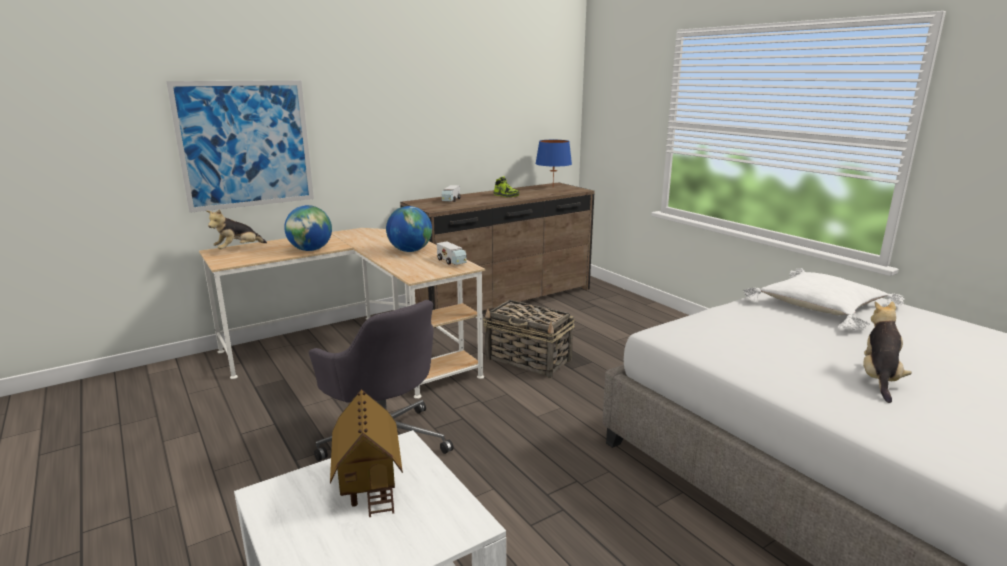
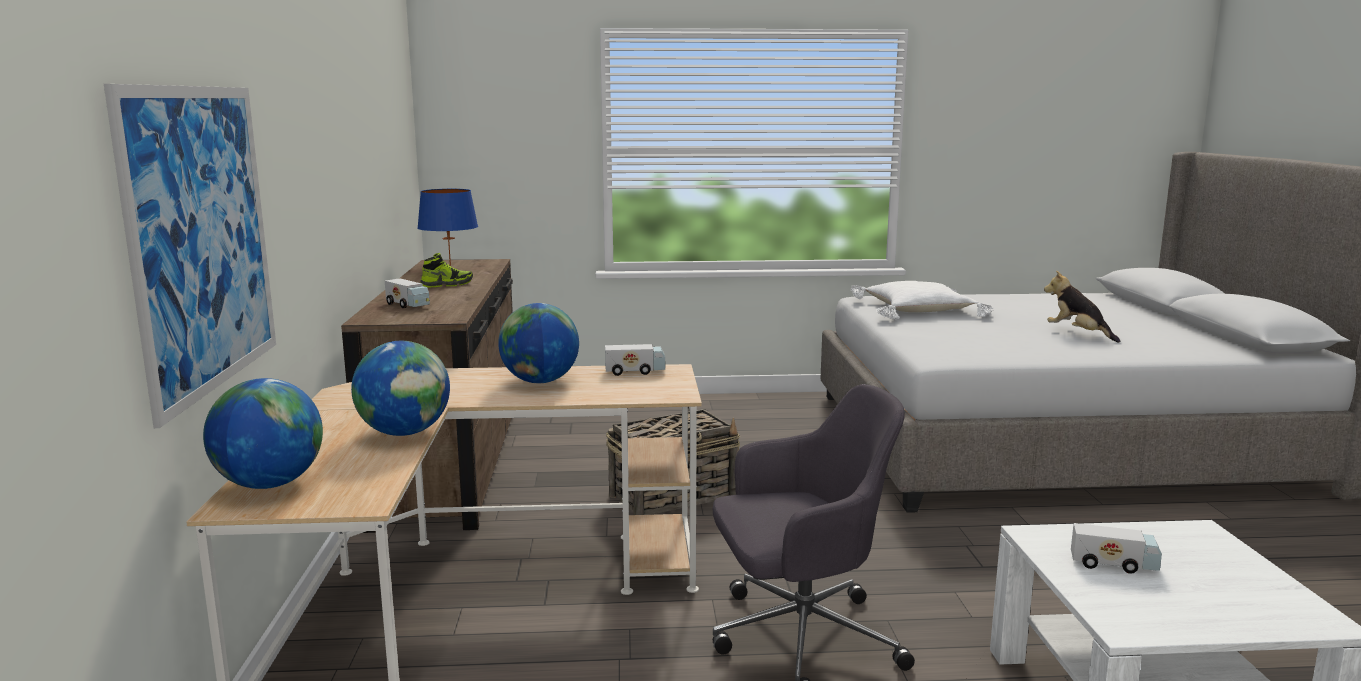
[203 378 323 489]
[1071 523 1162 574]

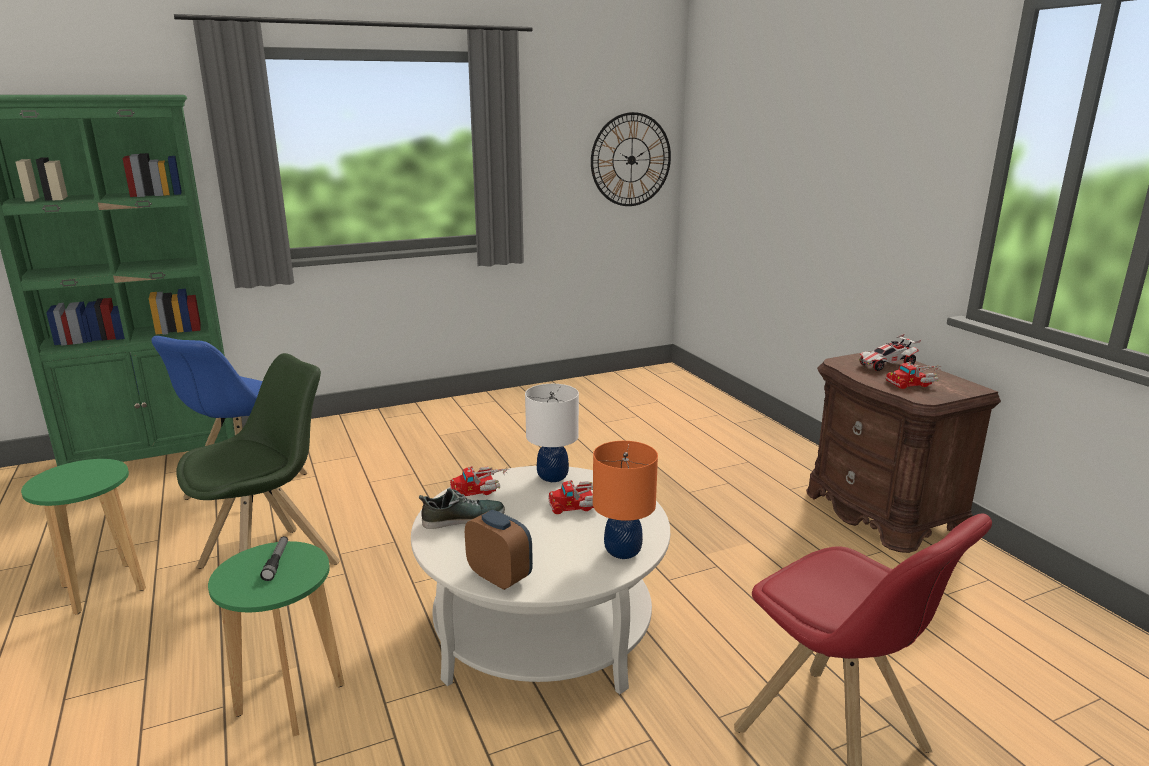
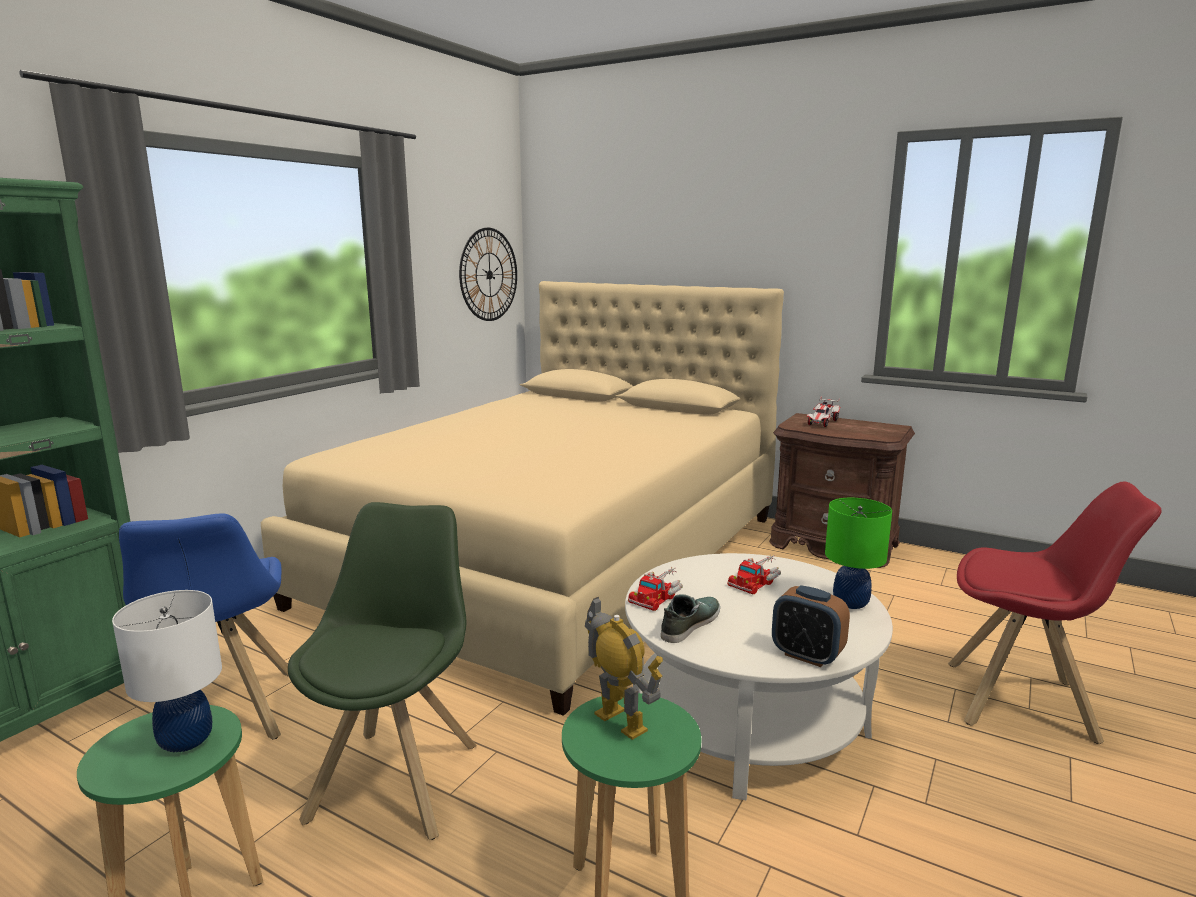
[585 597 663 740]
[772 585 850 667]
[112 590 222 752]
[825 498 892 609]
[886 362 941 389] (first image)
[261 281 784 716]

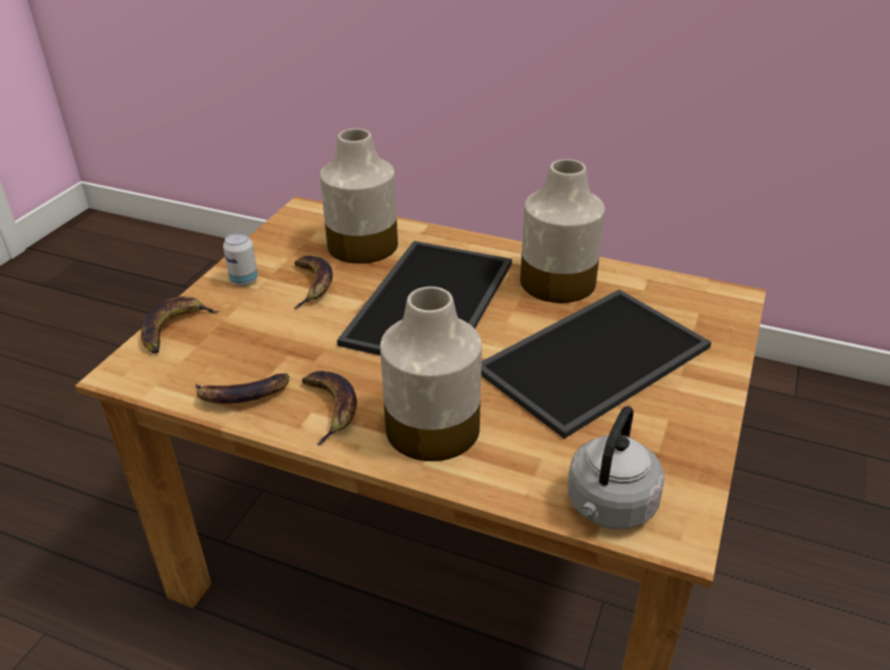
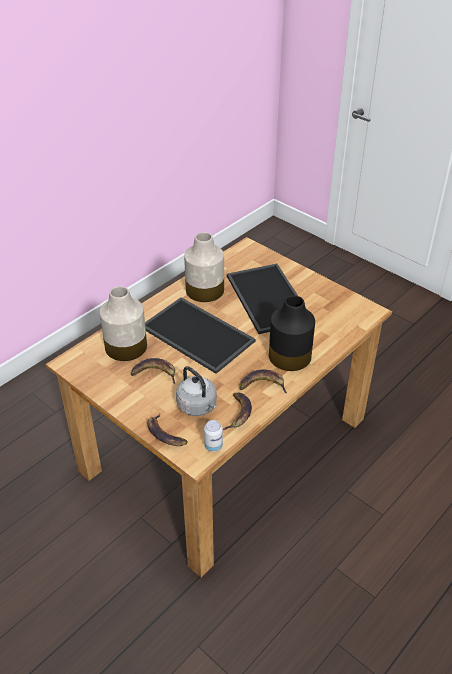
[204 420 223 452]
[269 296 315 371]
[176 366 217 416]

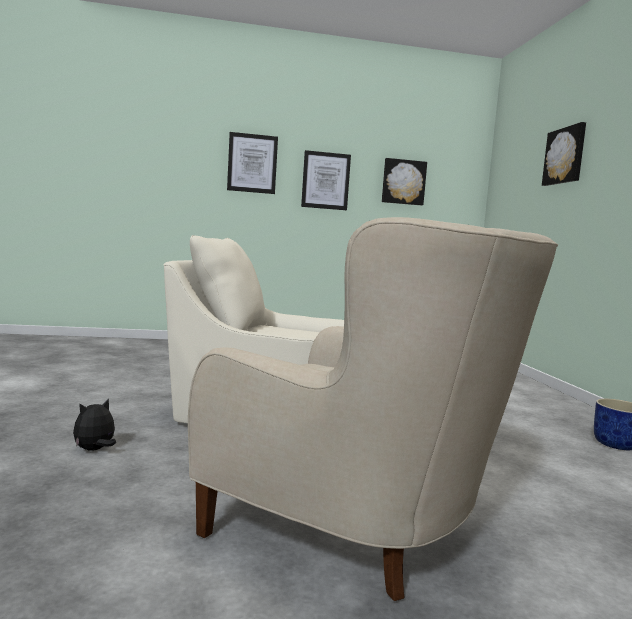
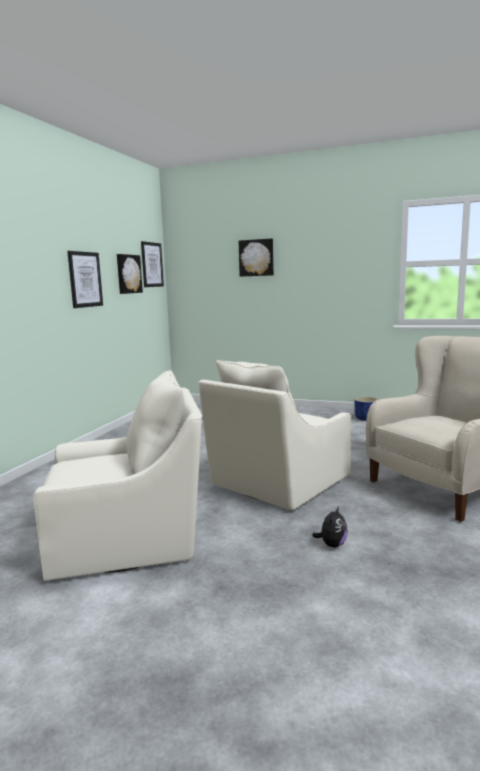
[312 506 348 548]
[141 241 164 287]
[33 370 202 581]

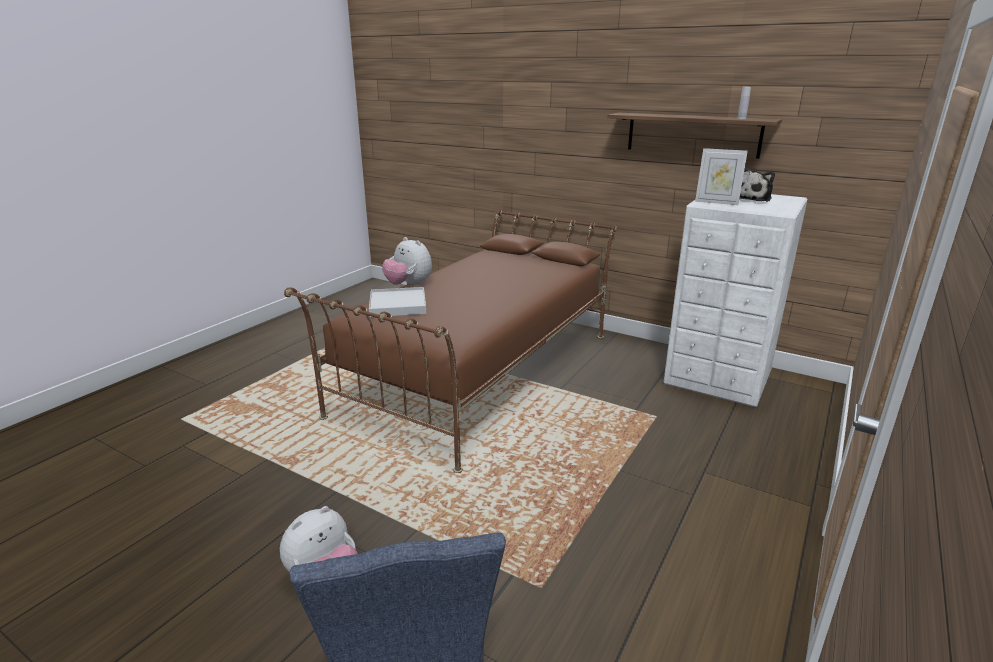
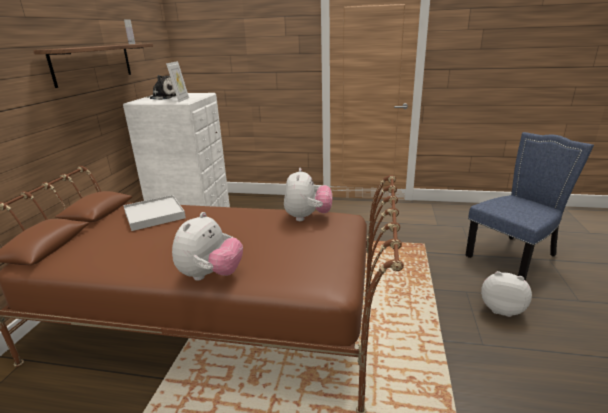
[123 195 186 231]
[284 168 332 221]

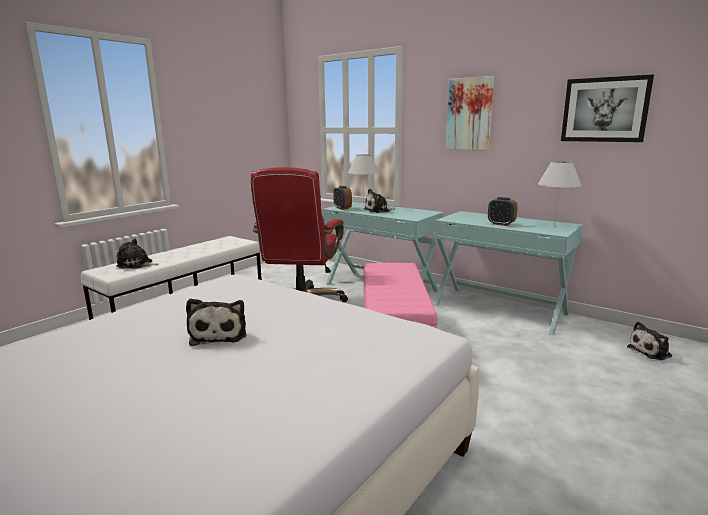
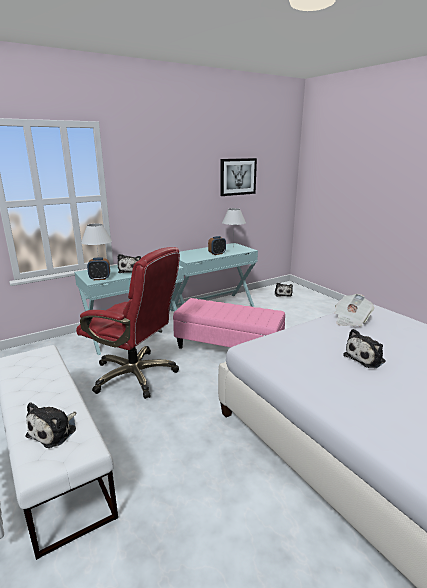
[343 329 386 368]
[446 76 494 151] (first image)
[335 294 374 326]

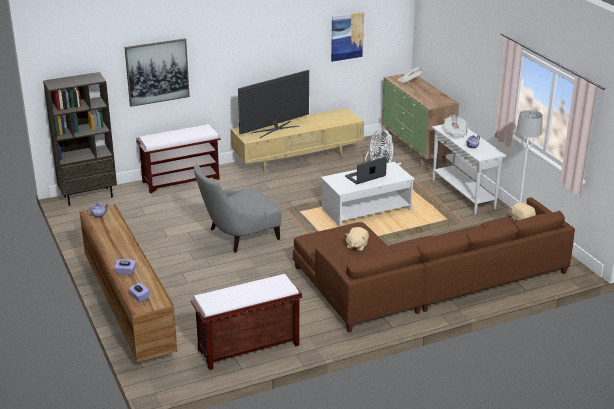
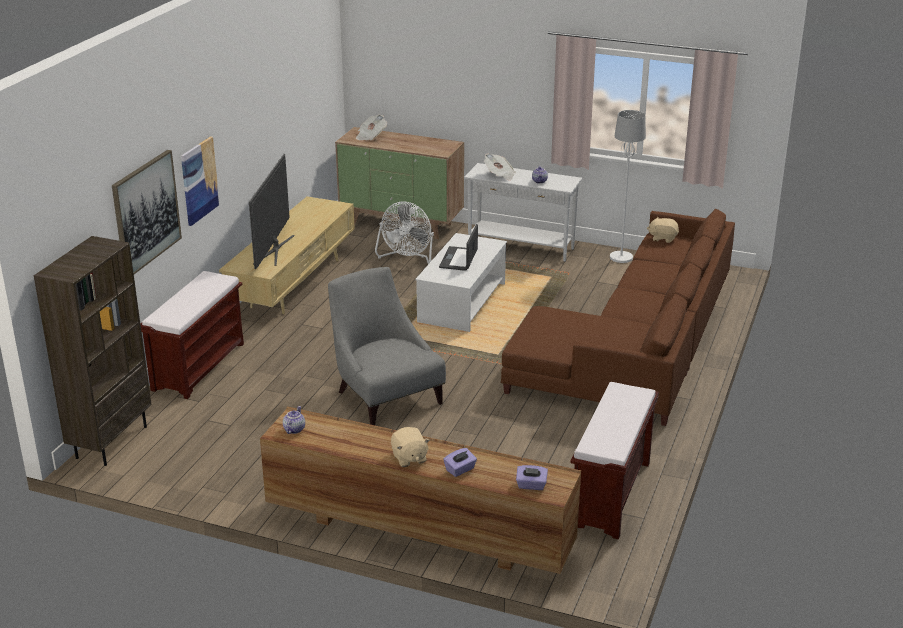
[328 267 446 425]
[181 136 220 226]
[391 427 430 467]

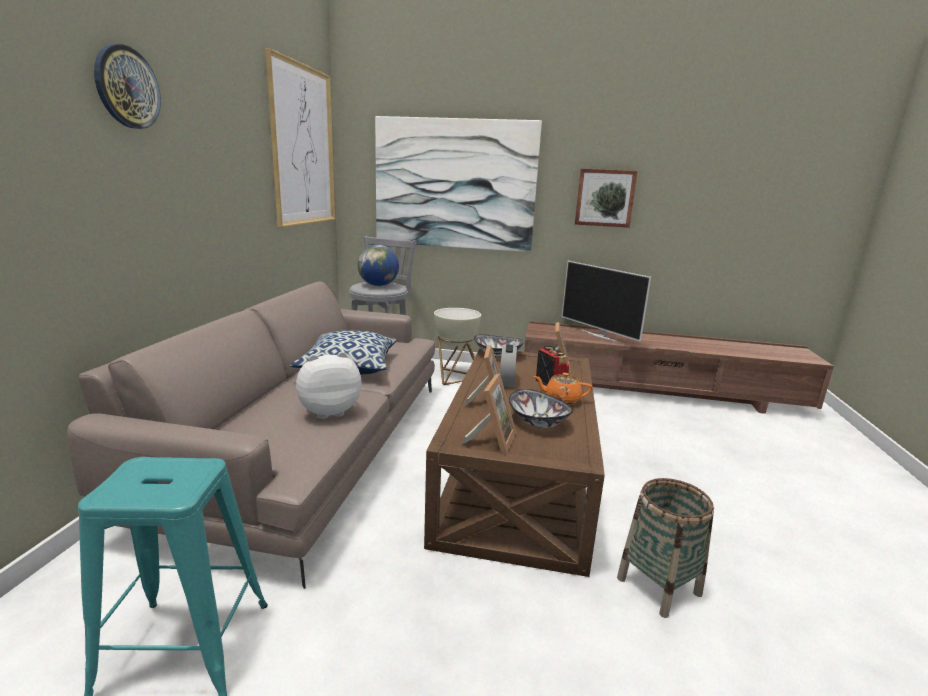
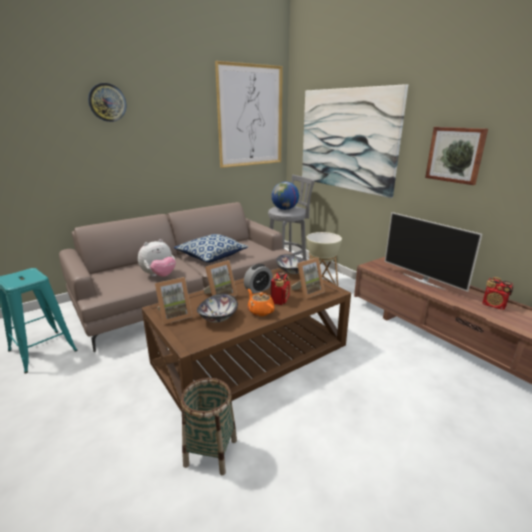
[138 239 176 277]
[385 212 482 292]
[482 277 514 310]

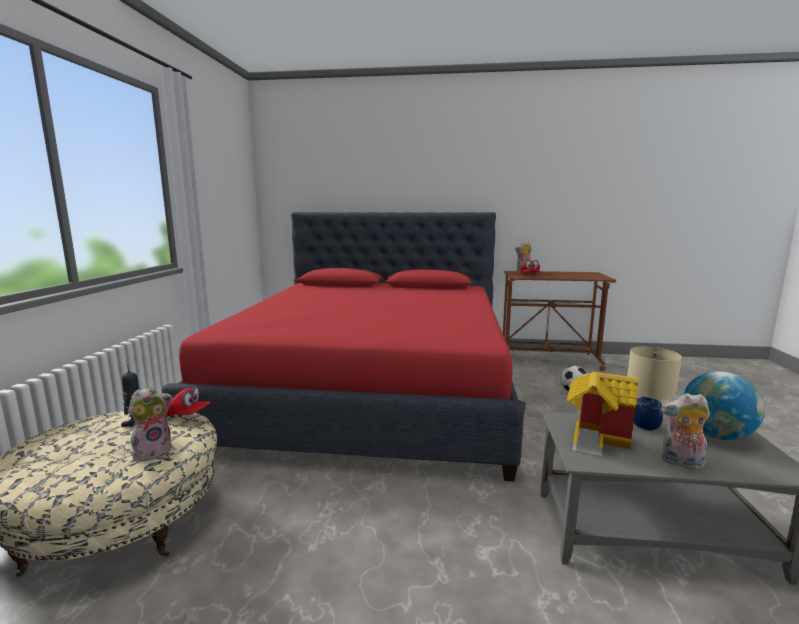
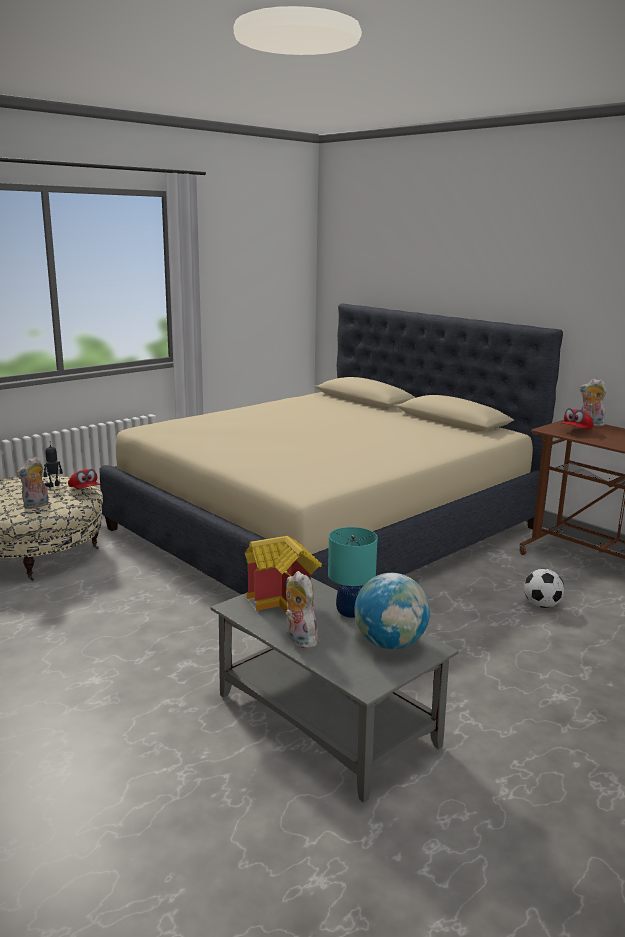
[16 457 49 509]
[99 304 563 595]
[328 527 378 618]

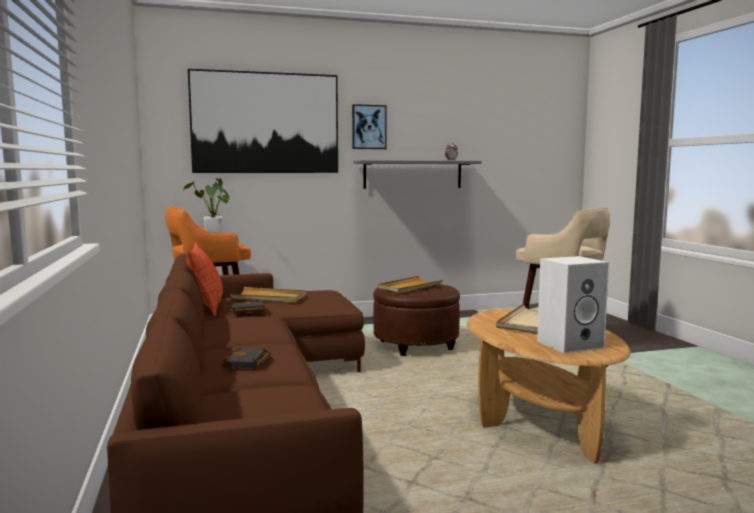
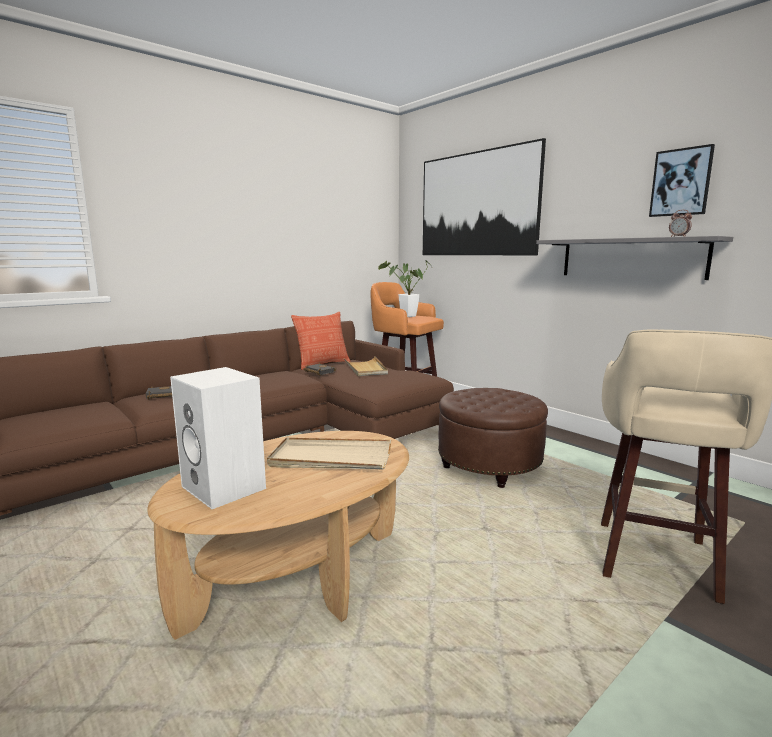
[649 144 715 217]
[377 276 443 293] (first image)

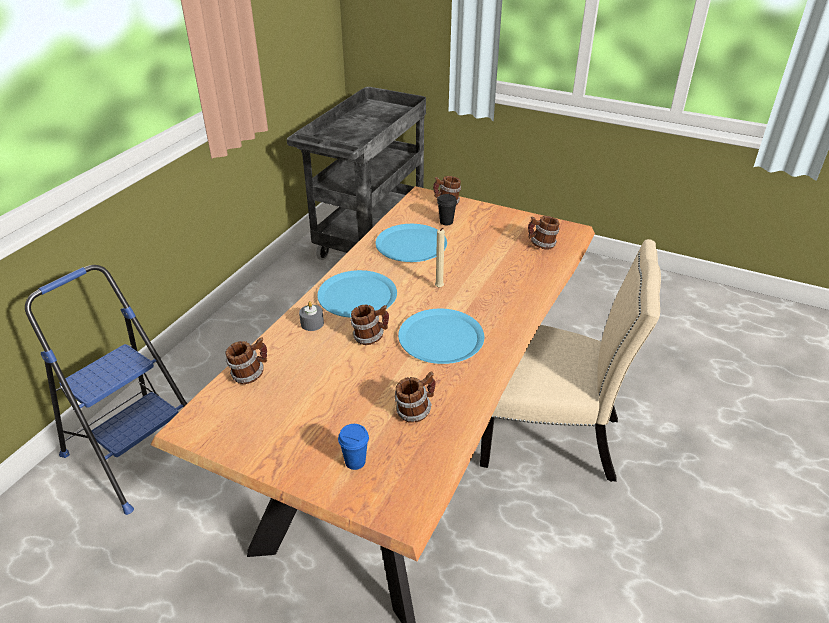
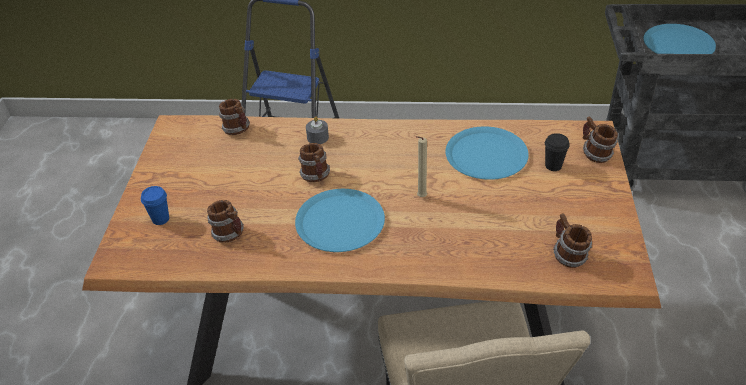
[643 24 716 54]

